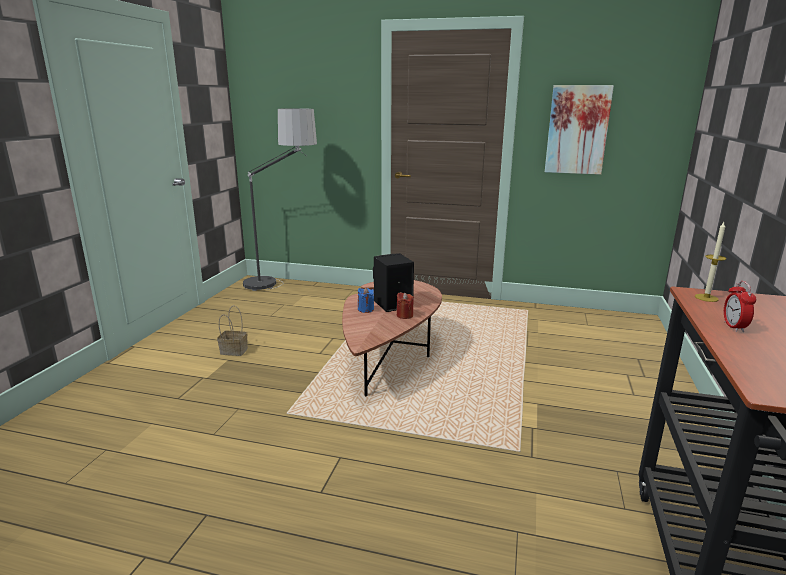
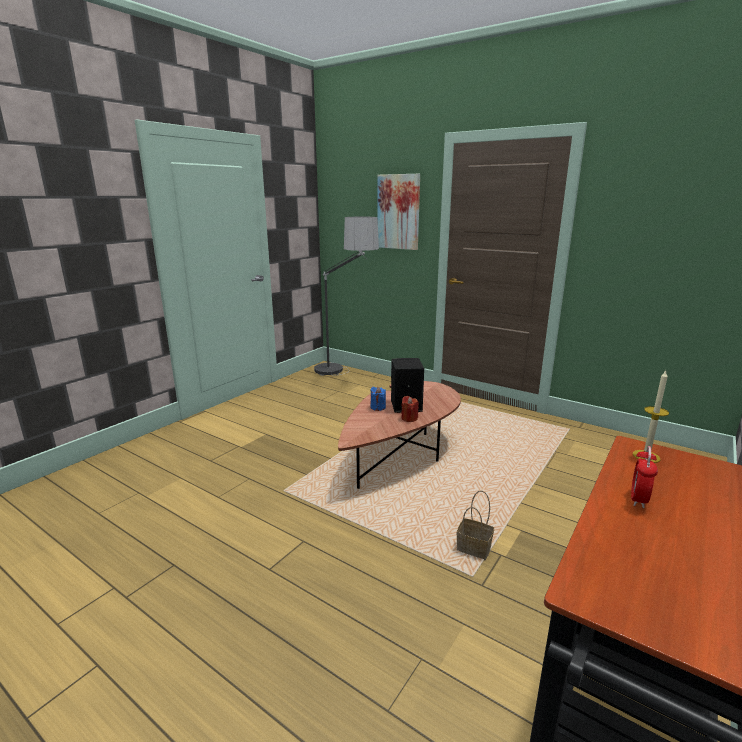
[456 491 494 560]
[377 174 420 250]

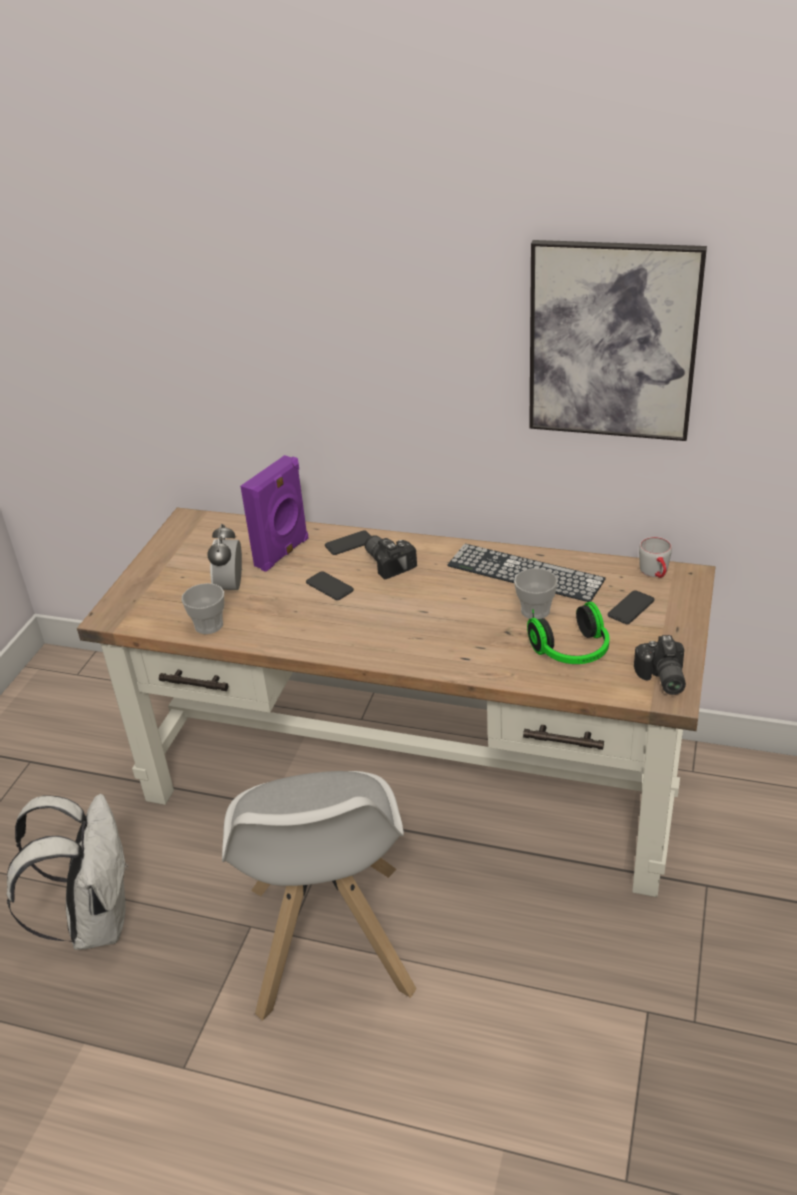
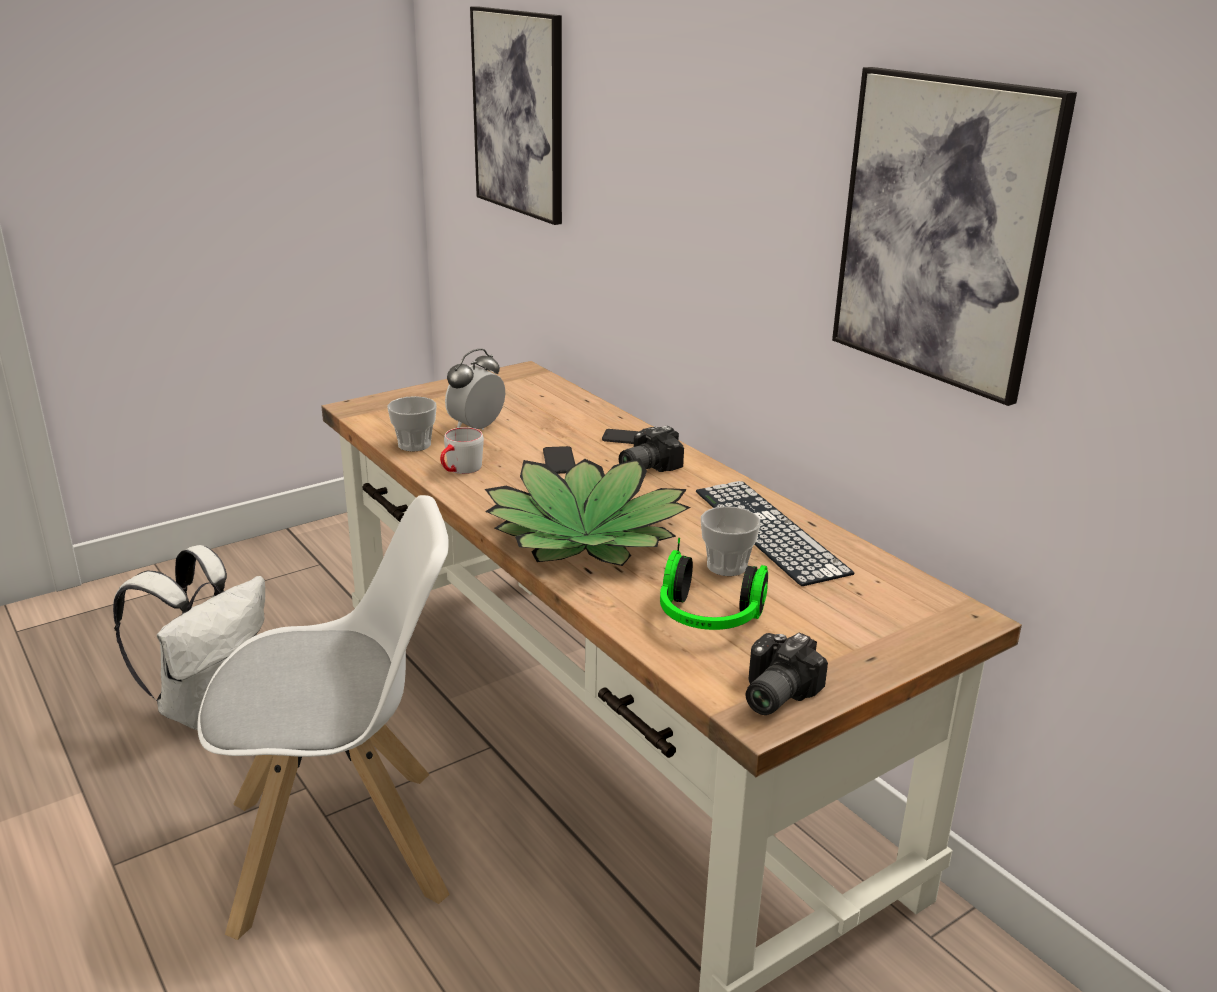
[197 495 450 940]
[240 455 309 572] (first image)
[619 426 684 472]
[608 590 654 624] (first image)
[440 427 484 474]
[470 6 562 225]
[485 458 691 566]

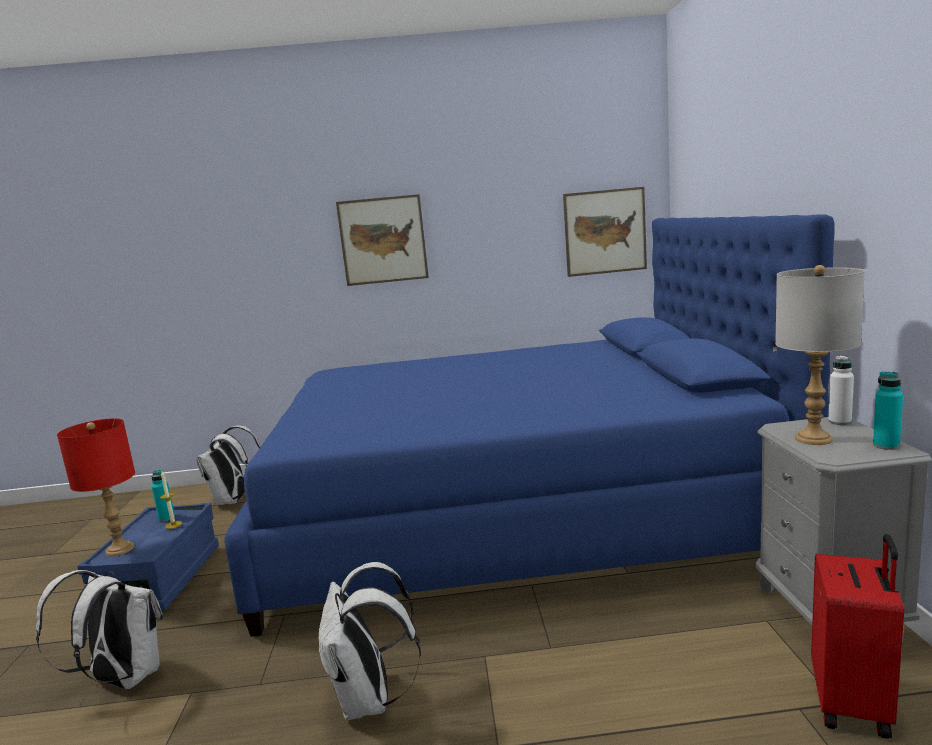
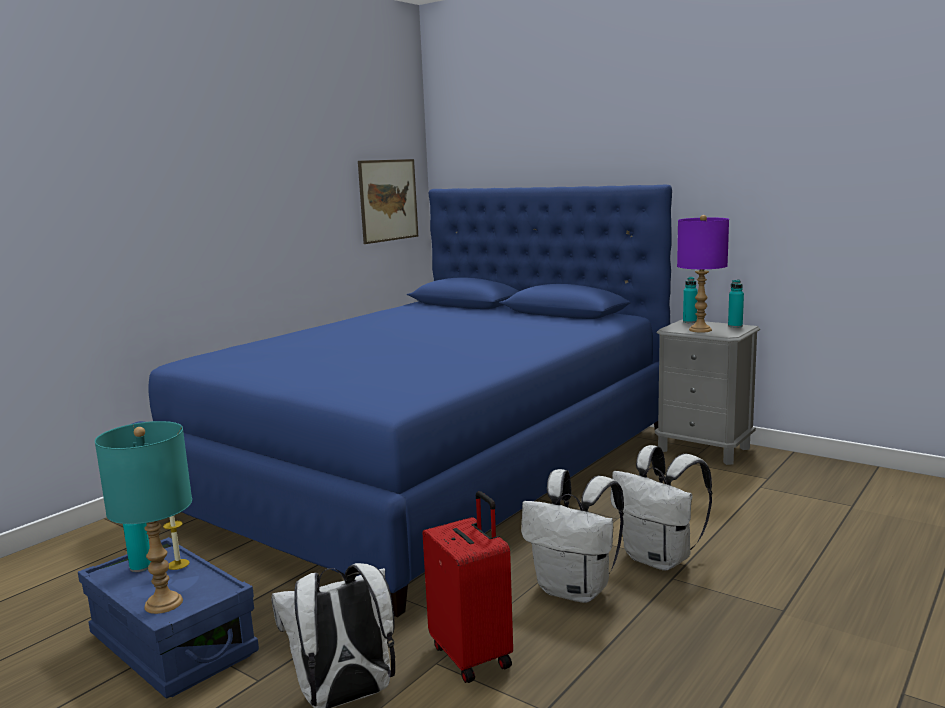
[95 421 192 614]
[610 445 712 571]
[336 194 429 286] (first image)
[677 215 729 333]
[423 491 513 683]
[683 277 698 323]

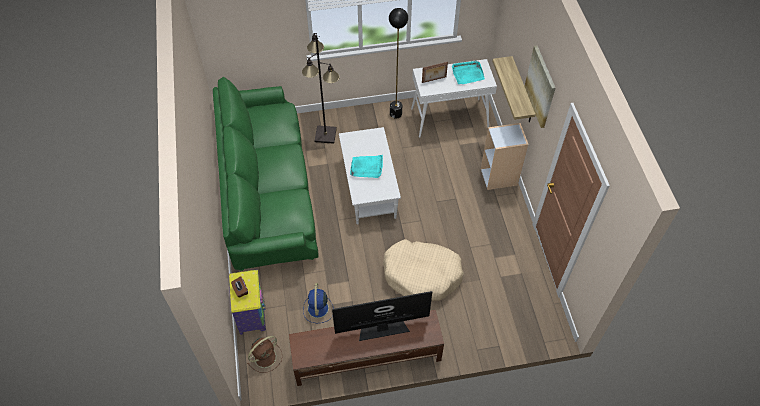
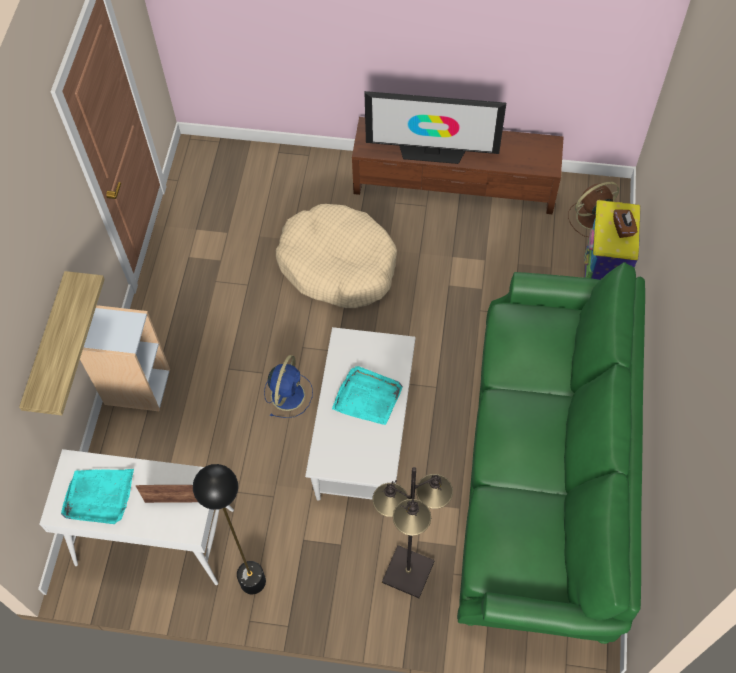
[264 355 313 418]
[524 46 555 128] (first image)

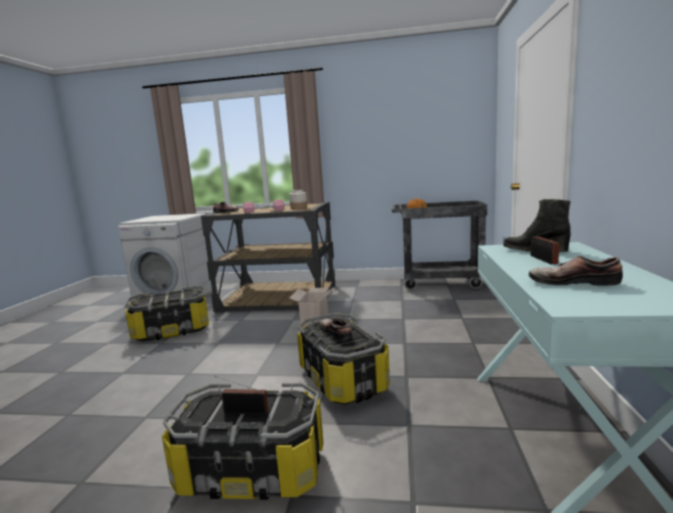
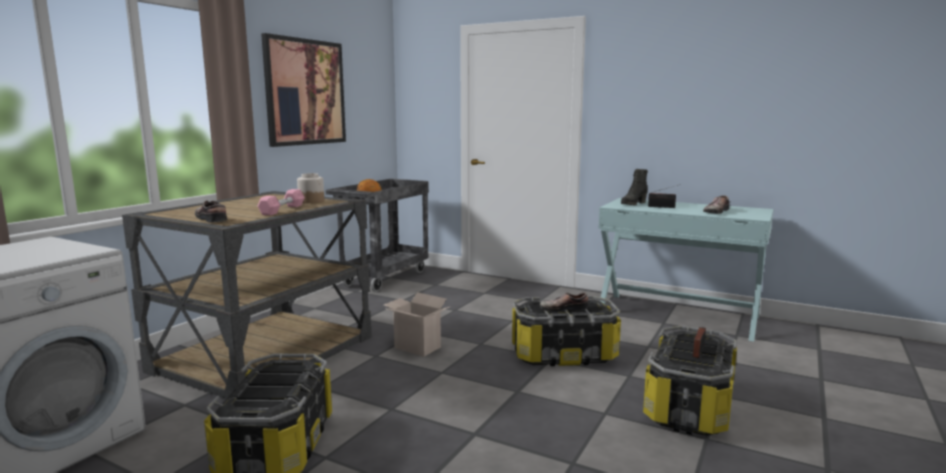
[261 33 346 147]

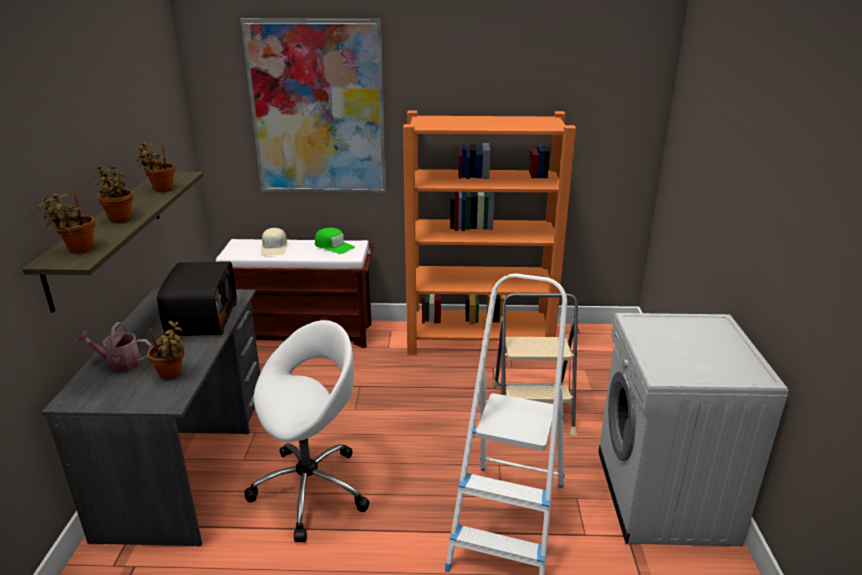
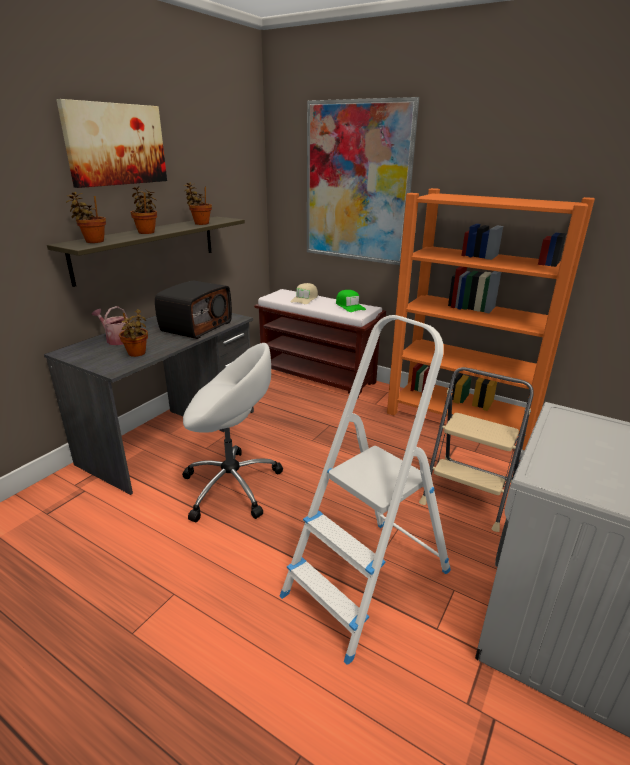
[56 99 167 188]

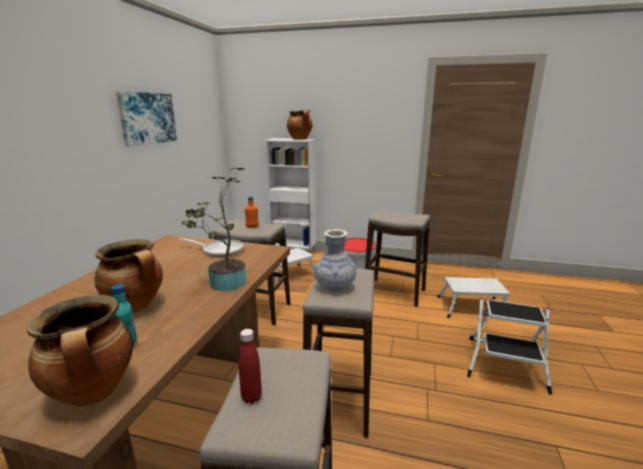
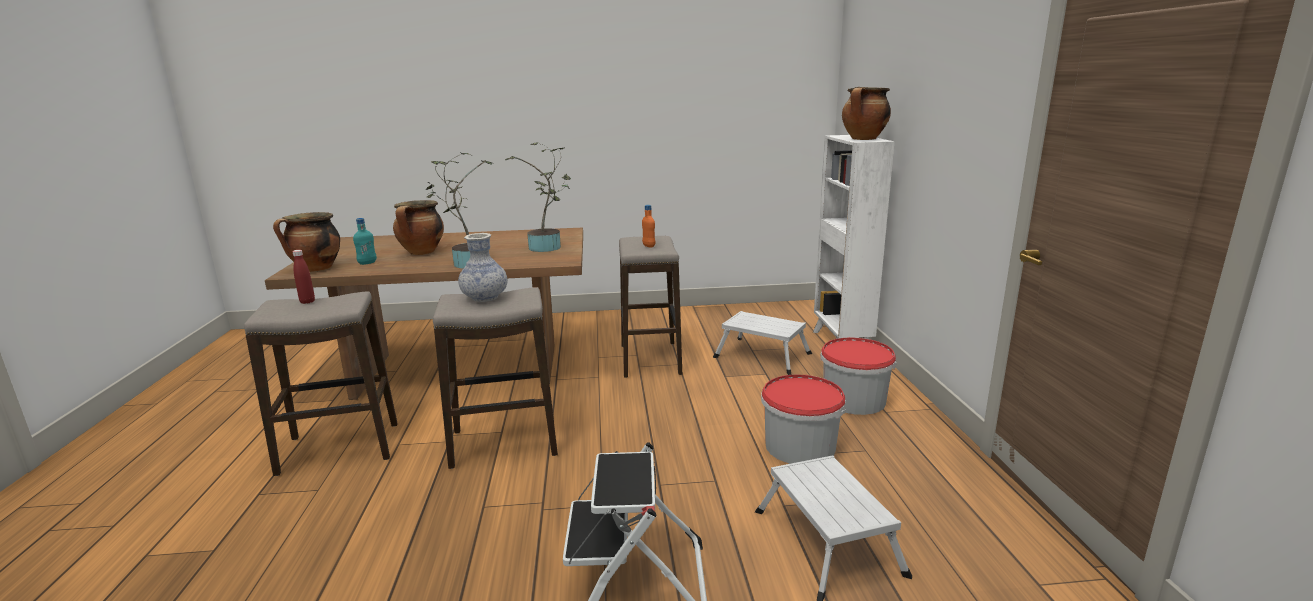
[116 91 177 146] (first image)
[505 142 571 252]
[761 374 846 464]

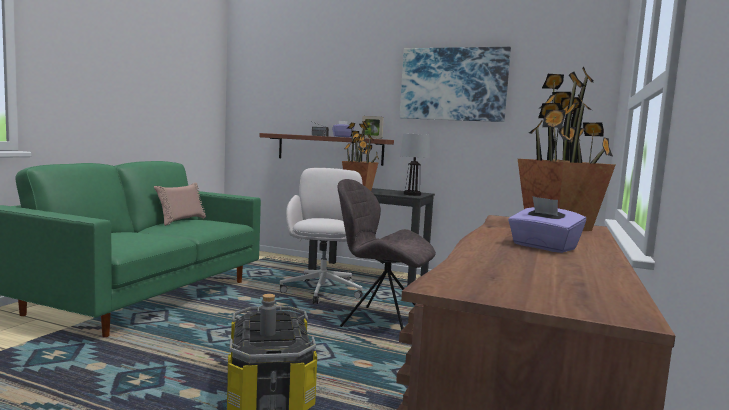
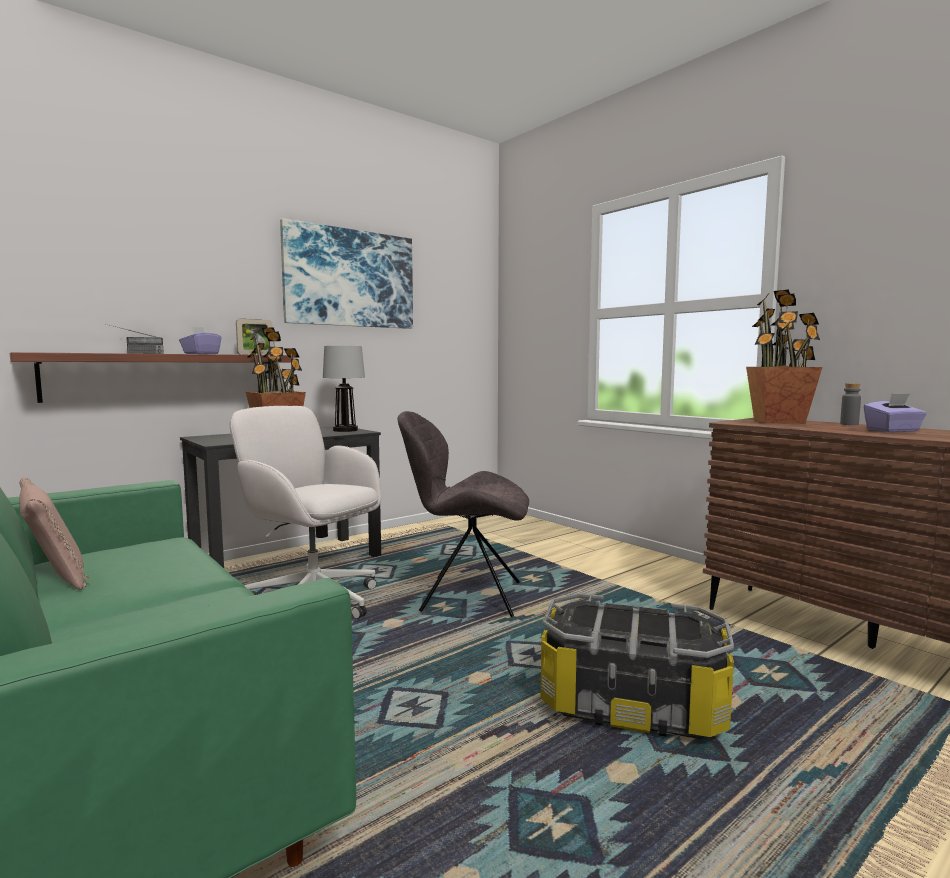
[840 383 861 425]
[398 411 529 617]

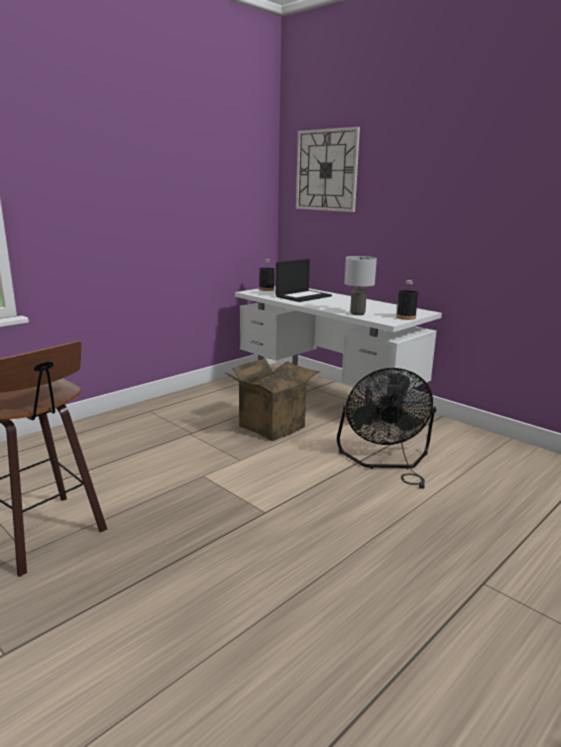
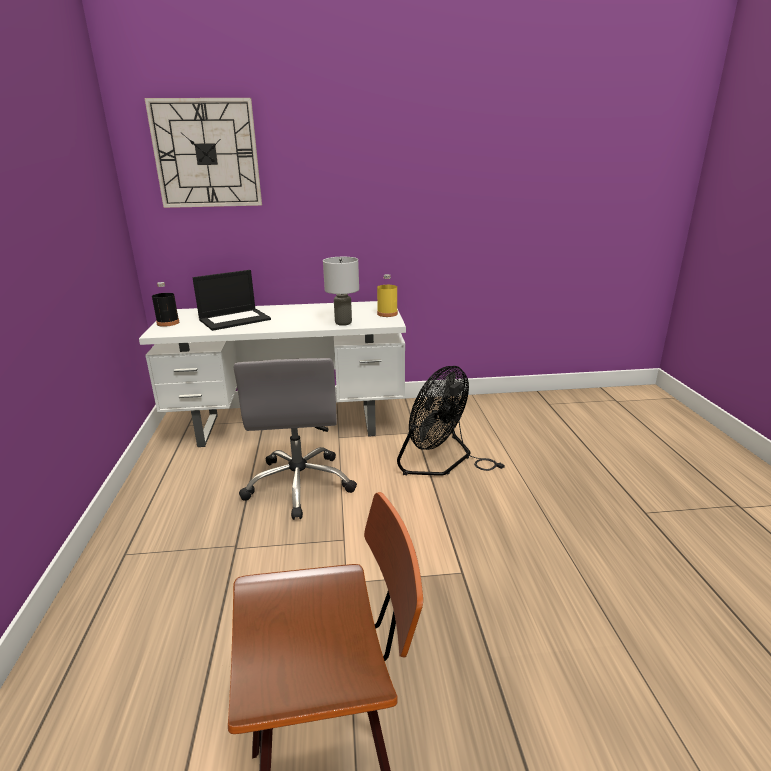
[233 358 357 520]
[193 270 271 331]
[377 274 398 317]

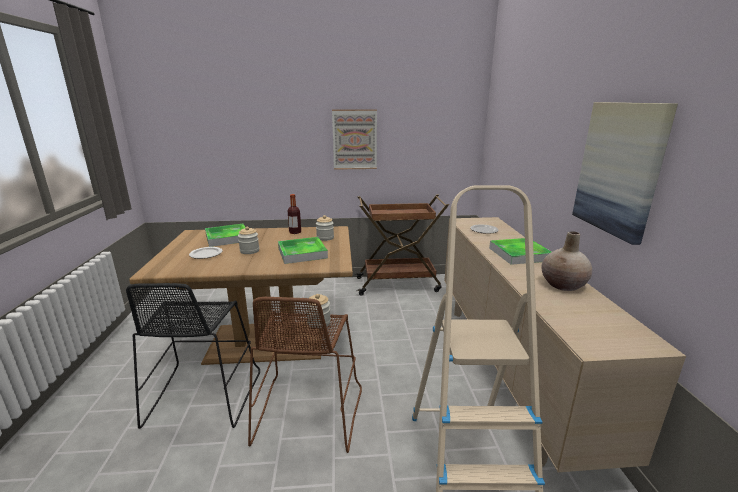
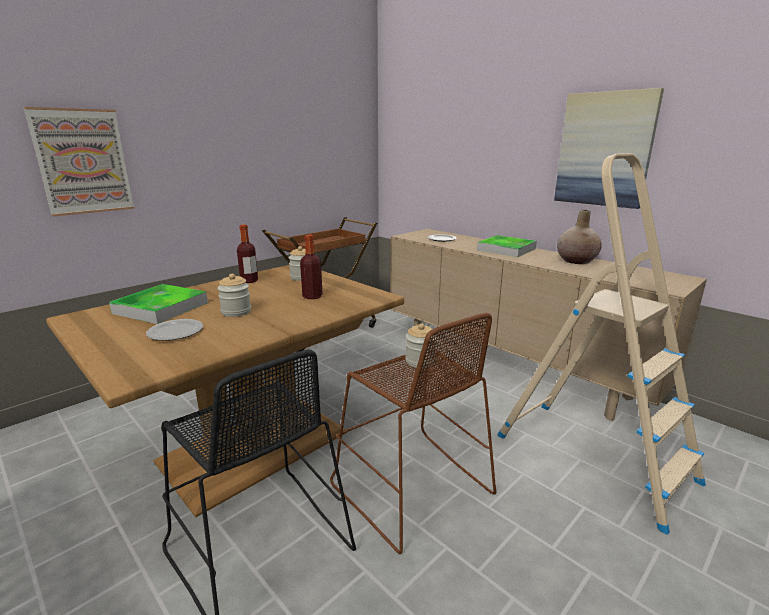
[300 234 323 299]
[23 107 135 217]

